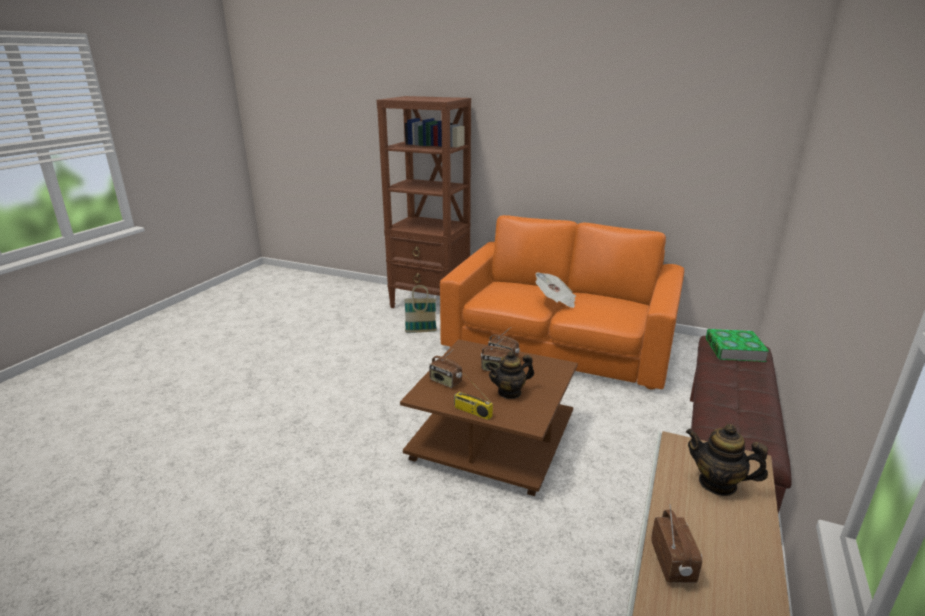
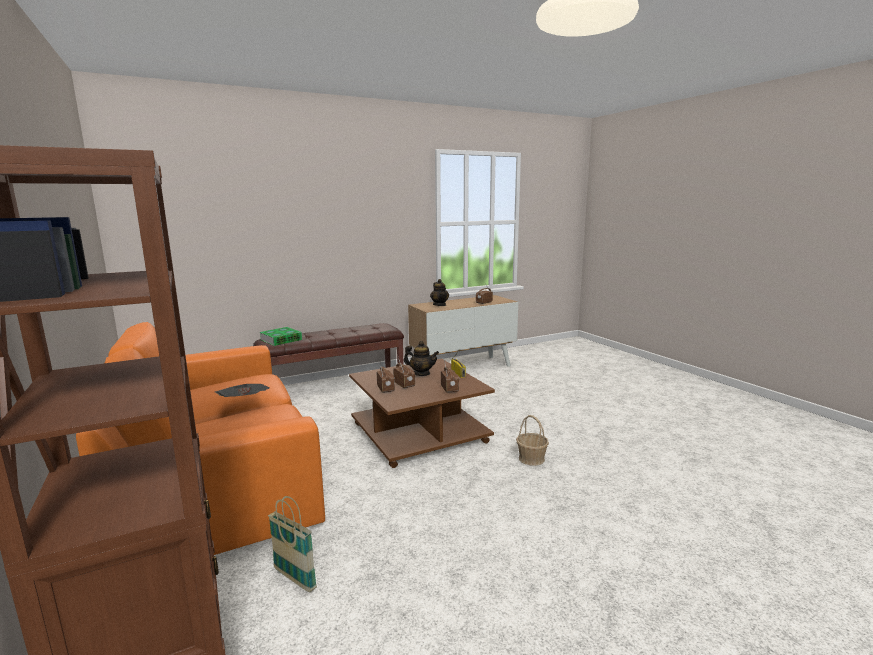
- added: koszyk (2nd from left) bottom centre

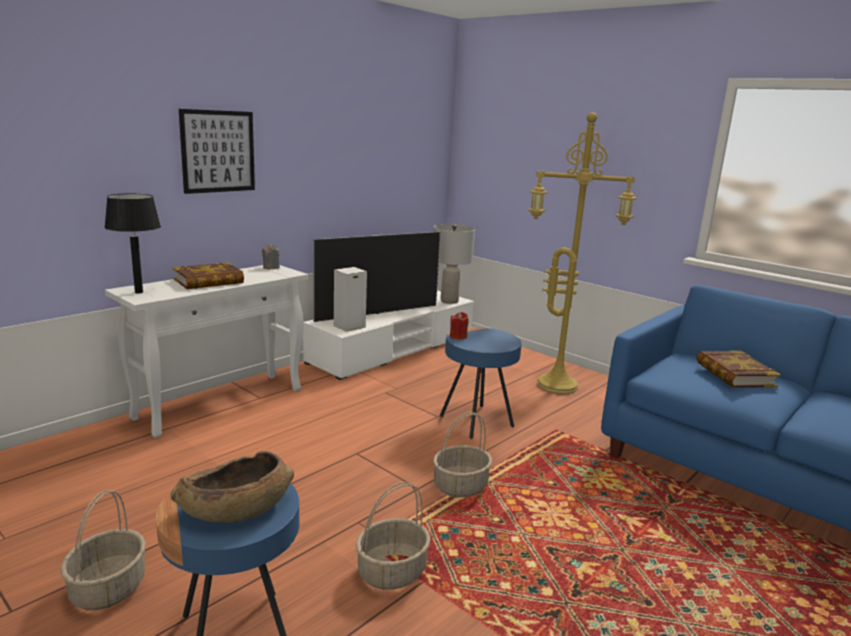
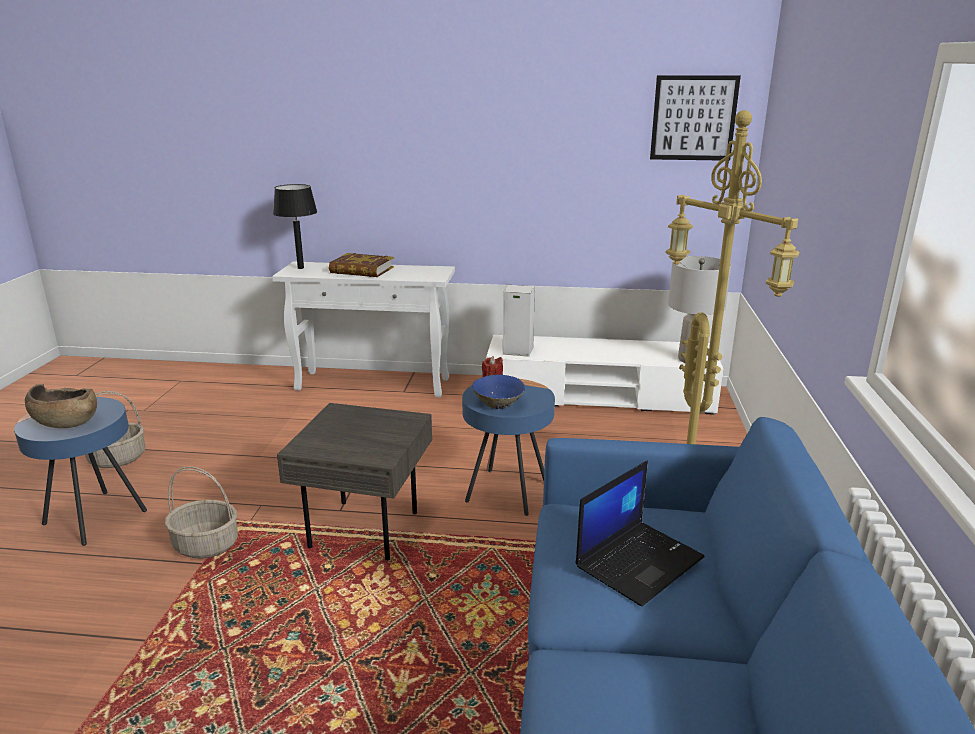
- replaced: koszyk (3rd from left) bottom centre to stolik (szary) centre
- added: miska (niebieski) centre
- replaced: książka (2nd from left) middle right to laptop bottom centre
- moved: obraz top left to top right
- removed: świeca (szary) middle left
- removed: telewizor centre

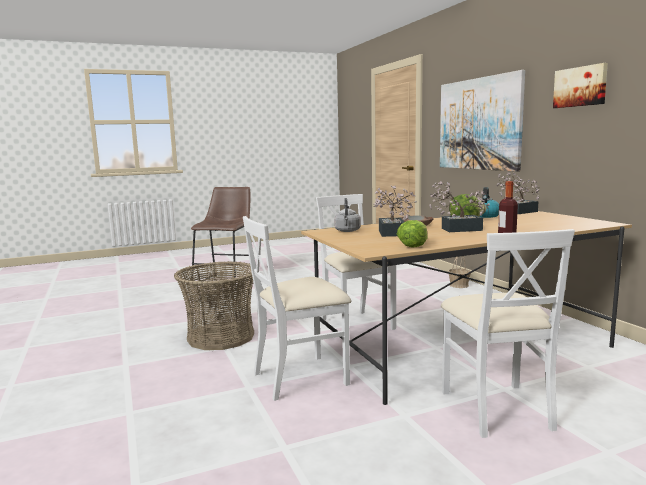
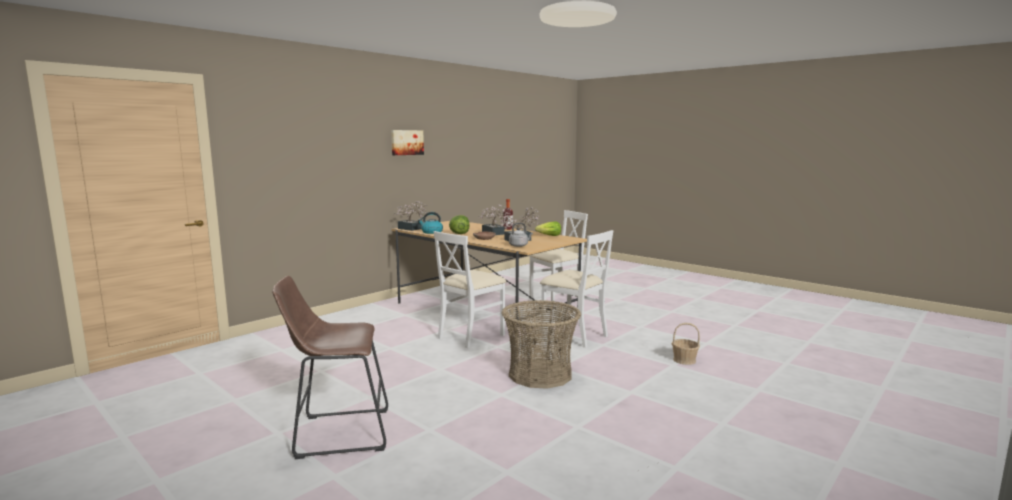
- moved: koszyk (2nd from left) middle right to bottom right
- removed: obraz (1st from left) top right

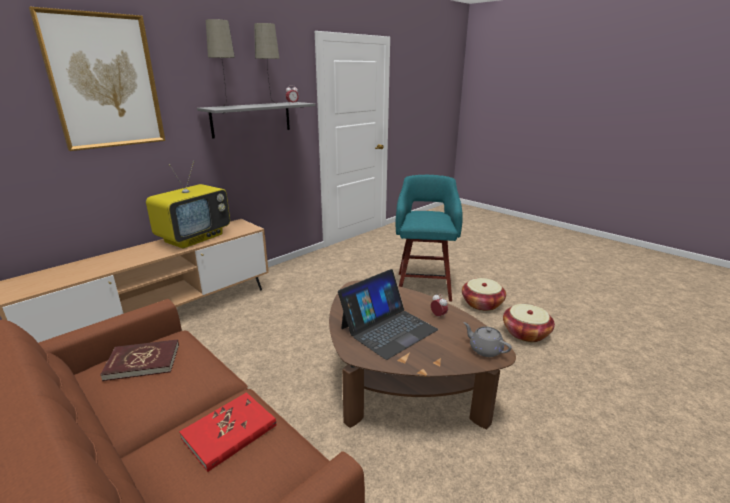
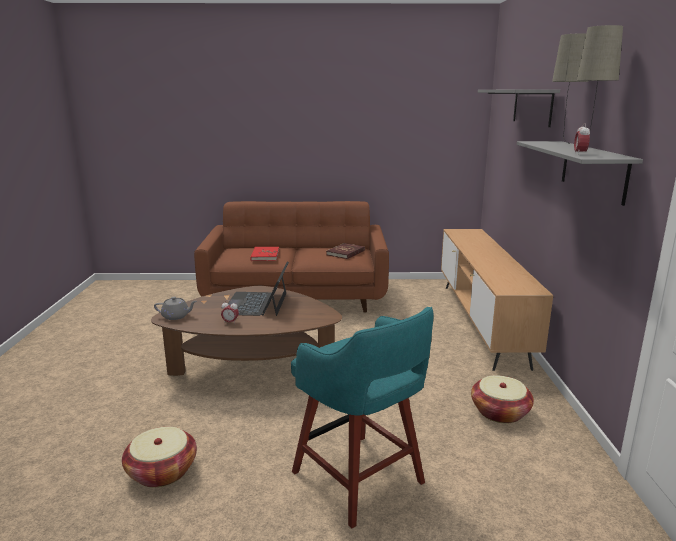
- moved: koszyk (1st from left in the first image) centre to koszyk (2nd from left) bottom right
- replaced: obraz top left to półka (szary) (1st from left) top right
- removed: telewizor middle left

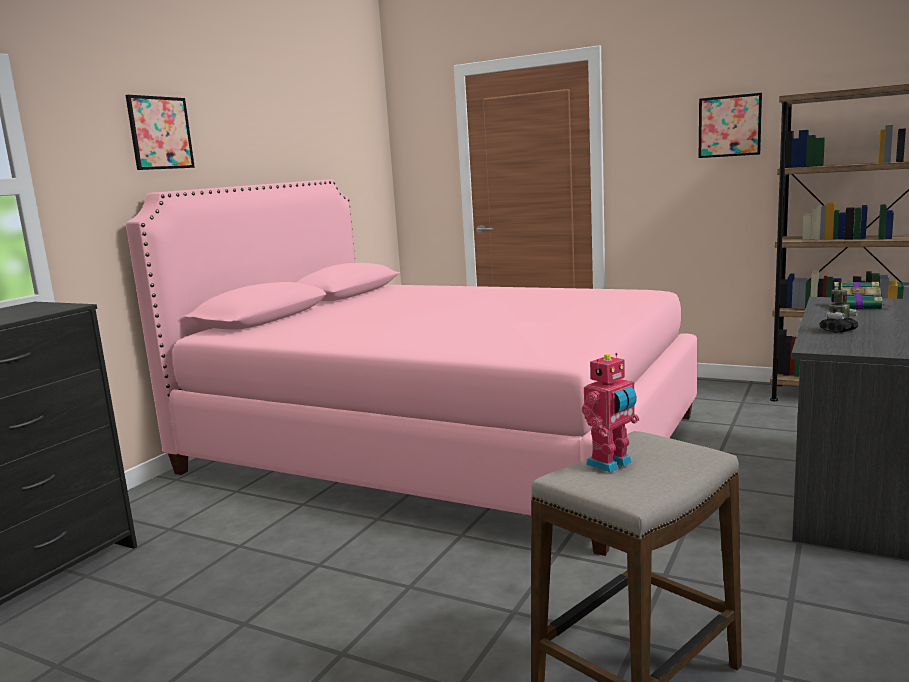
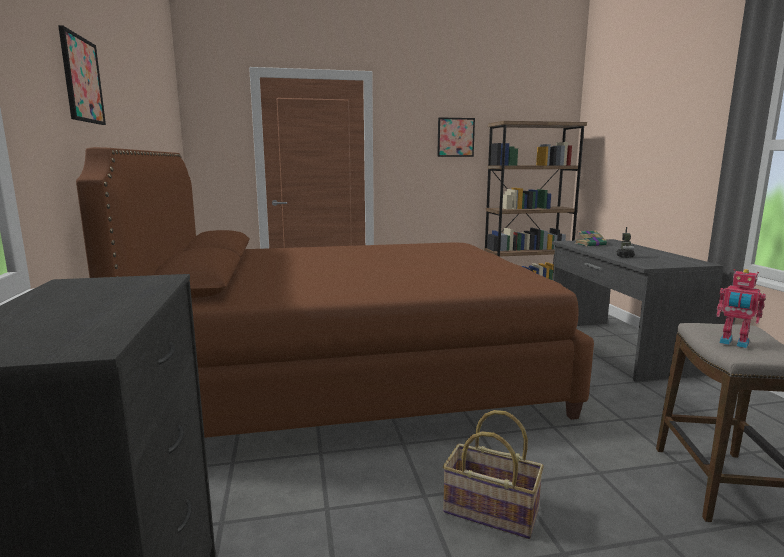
- recoloured: łóżko (różowy) centre to łóżko (brązowy) centre
- added: koszyk bottom centre
- turned: robot zabawkowy (1st from left in the first image) middle right = middle right 120 degrees clockwise

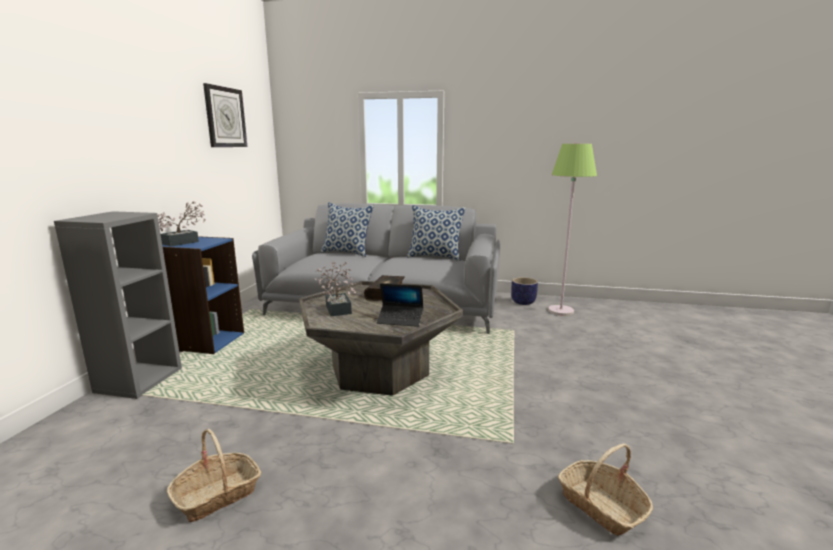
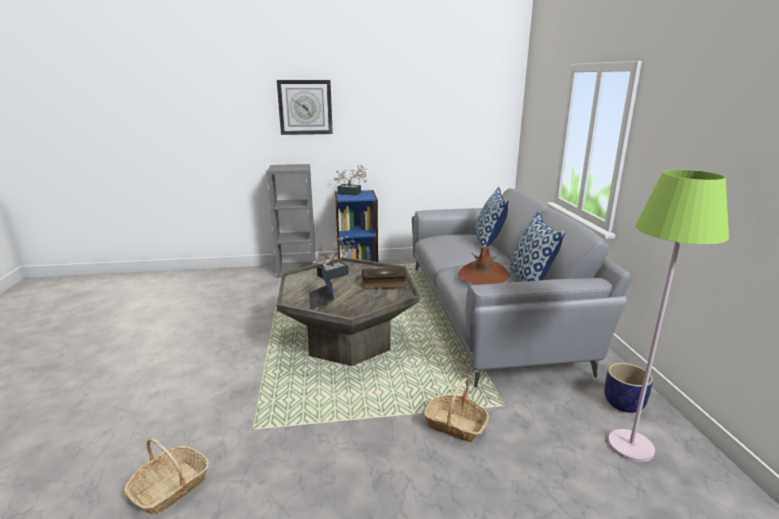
- moved: zegar ścienny top left to top centre
- moved: koszyk (1st from left in the first image) bottom left to koszyk (2nd from left) bottom centre
- added: kapelusz (brązowy) centre

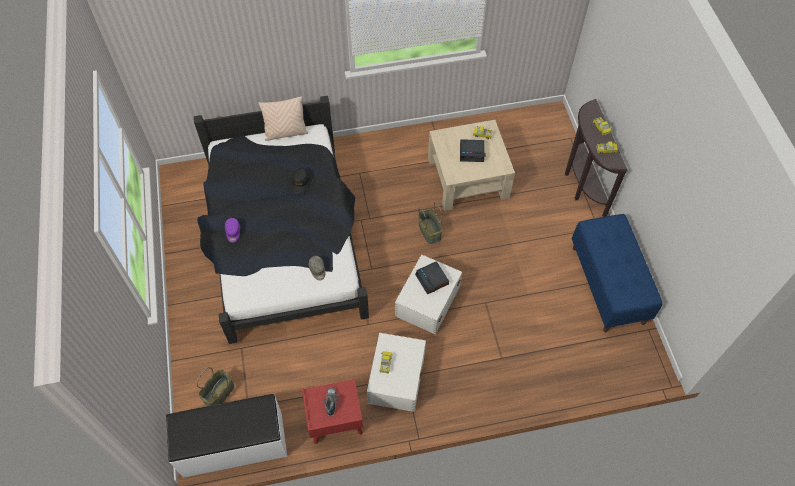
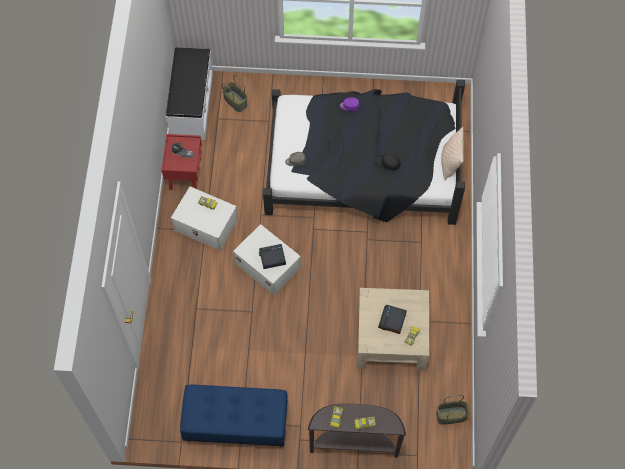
- moved: koszyk (2nd from left) centre to bottom right

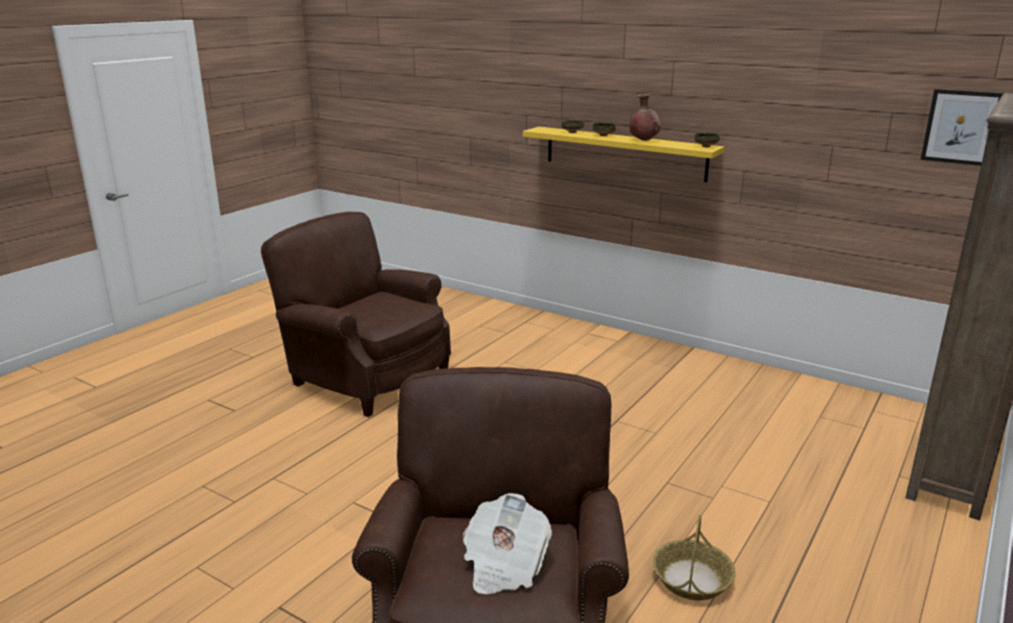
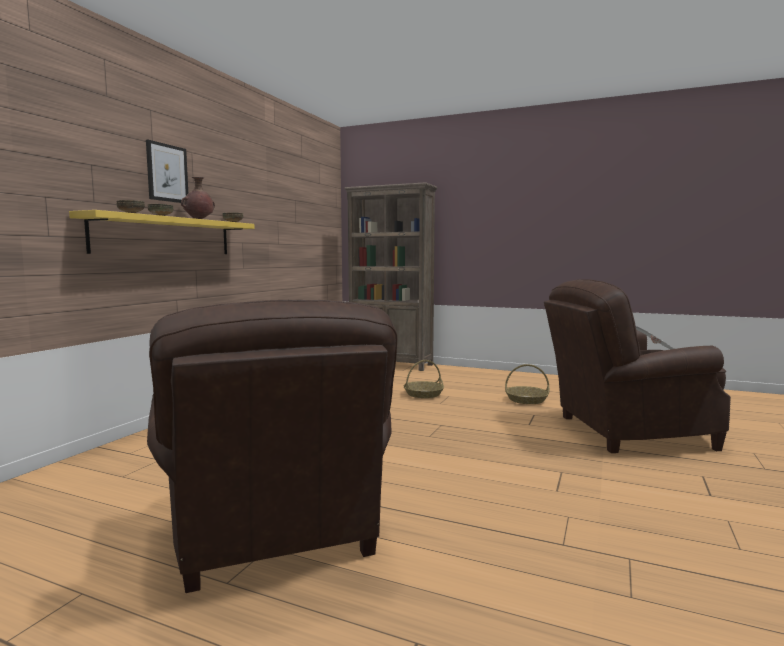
- moved: obraz top right to top left
- turned: fotel (brązowy) (1st from left) centre = bottom centre 45 degrees counterclockwise
- added: koszyk (1st from left) centre

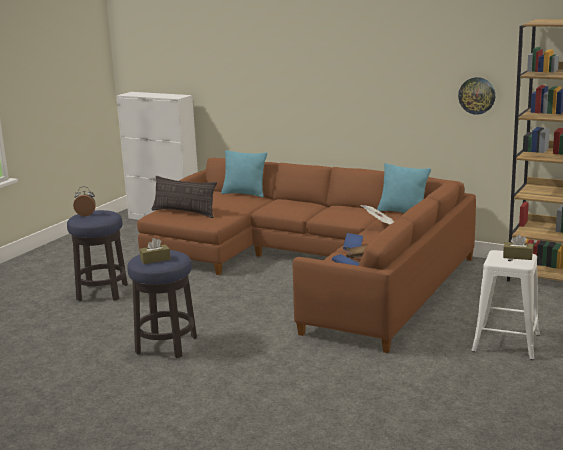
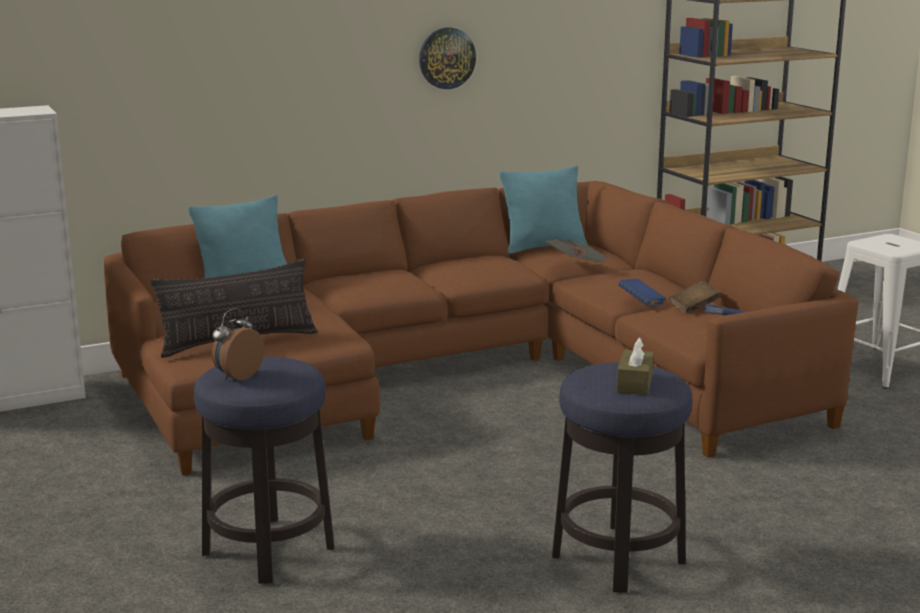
- moved: zegar ścienny top right to top centre
- removed: pudełko chusteczek (brązowy) (2nd from left) middle right

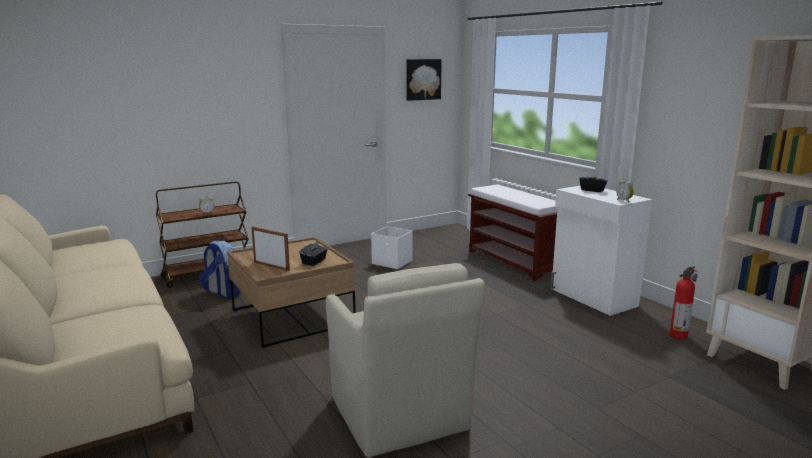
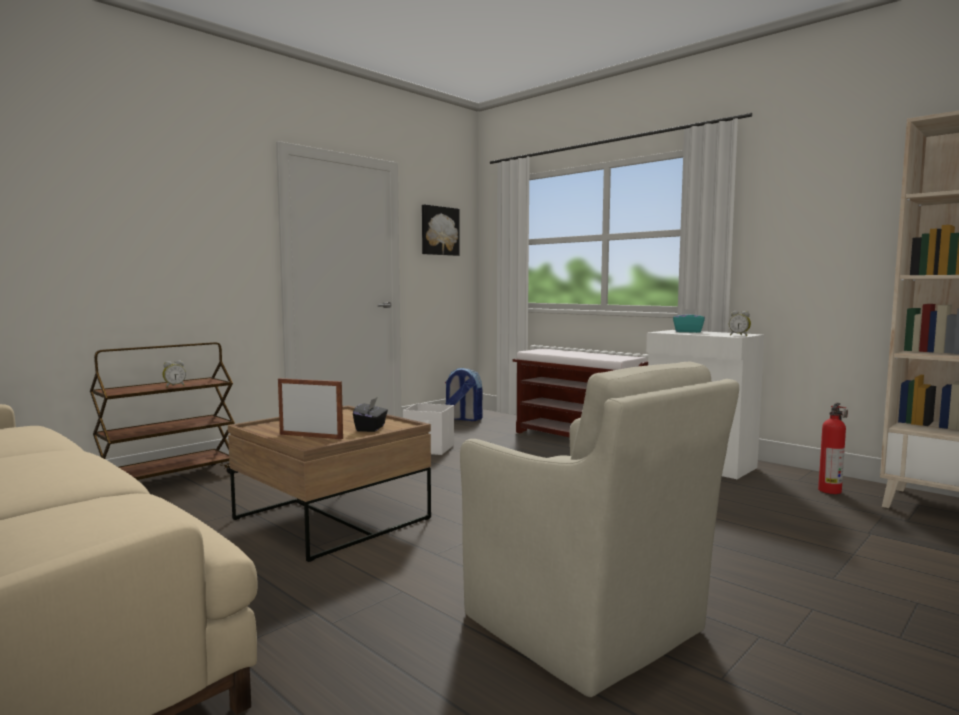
- moved: plecak middle left to centre
- recoloured: pudełko chusteczek (czarny) (2nd from left) middle right to pudełko chusteczek (turkusowy) middle right

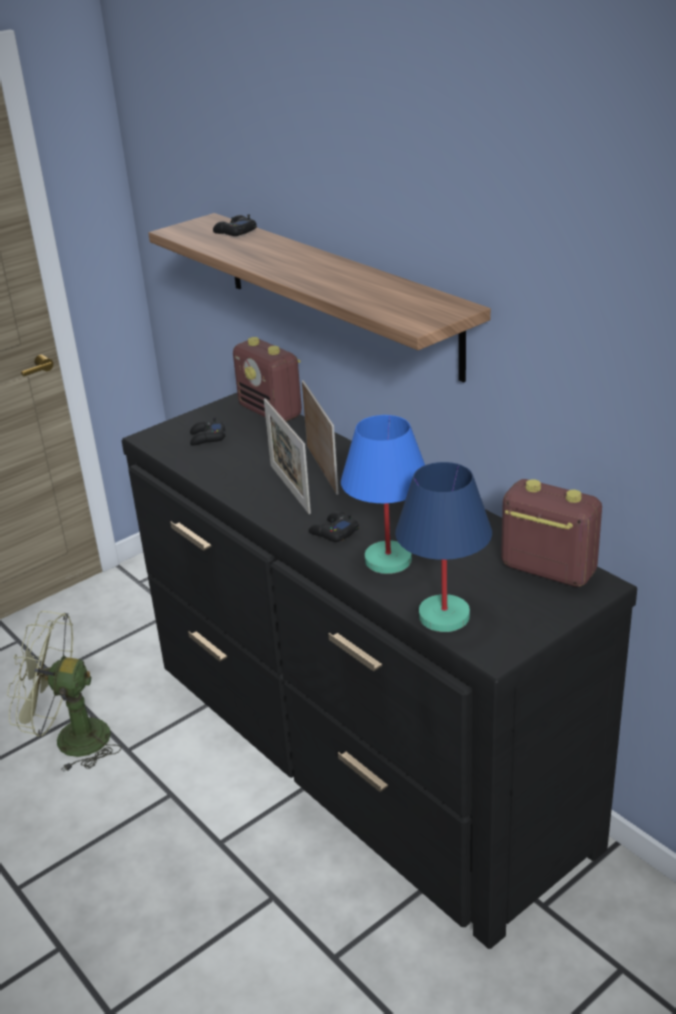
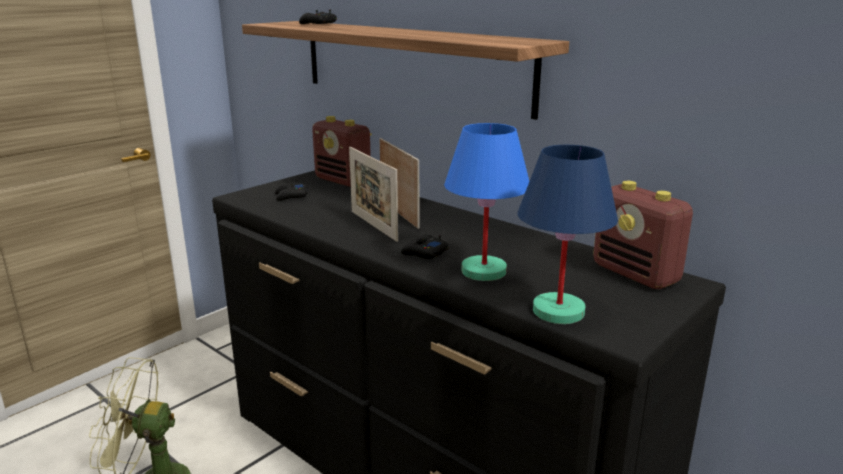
- turned: radio (2nd from left) middle right = middle right 150 degrees counterclockwise

